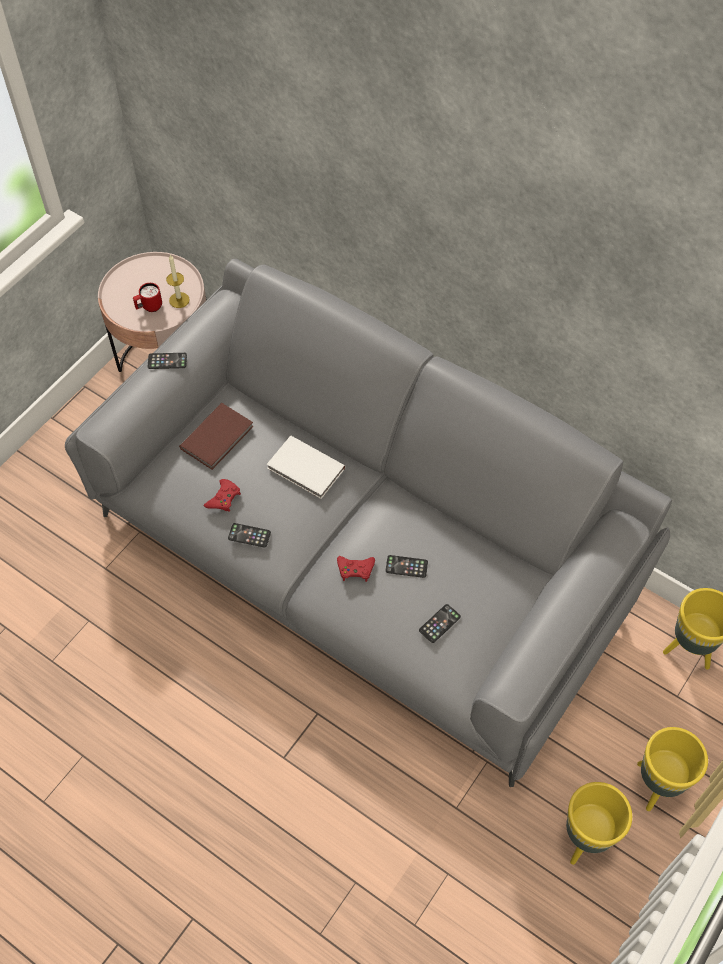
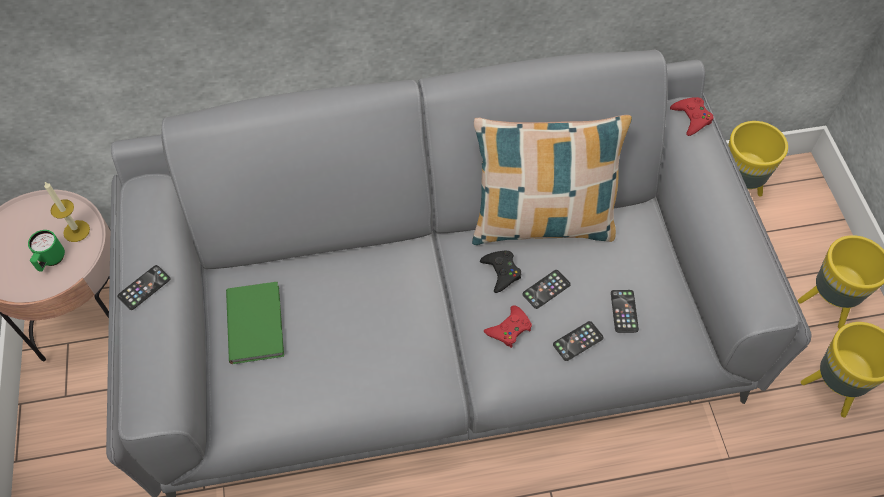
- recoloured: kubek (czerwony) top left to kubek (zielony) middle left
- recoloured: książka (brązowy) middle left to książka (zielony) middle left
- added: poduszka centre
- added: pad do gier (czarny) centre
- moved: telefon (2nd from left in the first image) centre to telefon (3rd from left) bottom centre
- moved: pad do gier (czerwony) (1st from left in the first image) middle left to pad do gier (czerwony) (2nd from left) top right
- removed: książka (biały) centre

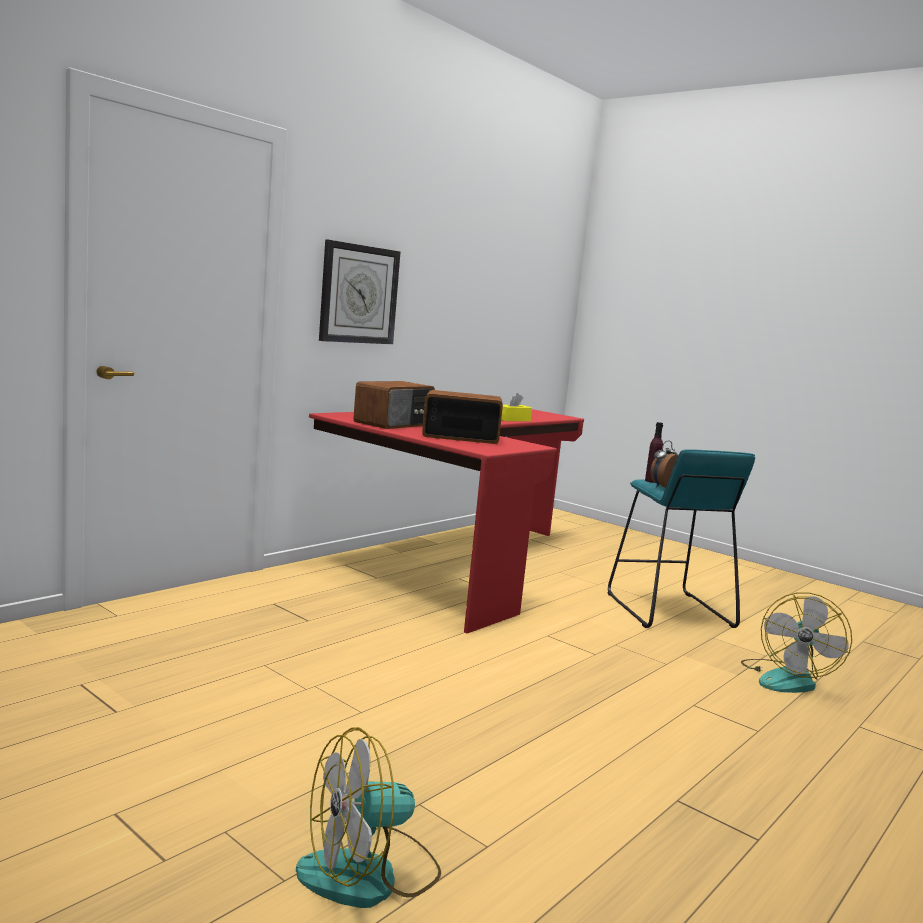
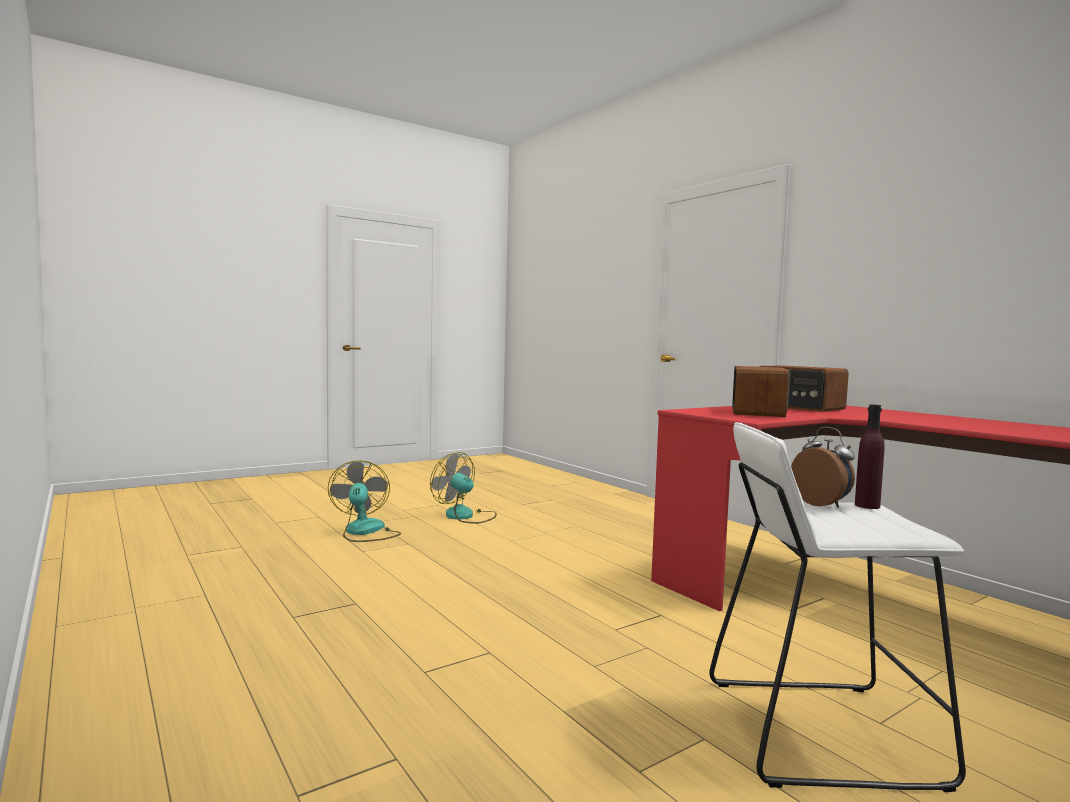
- moved: wentylator (2nd from left) bottom right to centre
- recoloured: stołek (turkusowy) middle right to stołek (biały) bottom right
- removed: zegar ścienny top centre
- removed: pudełko chusteczek (żółty) centre

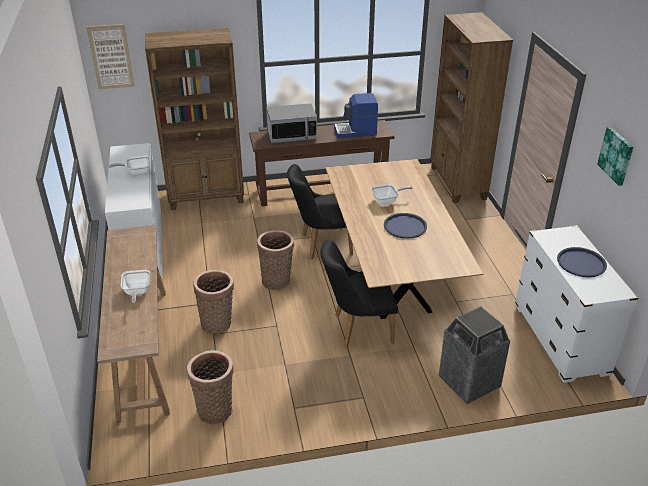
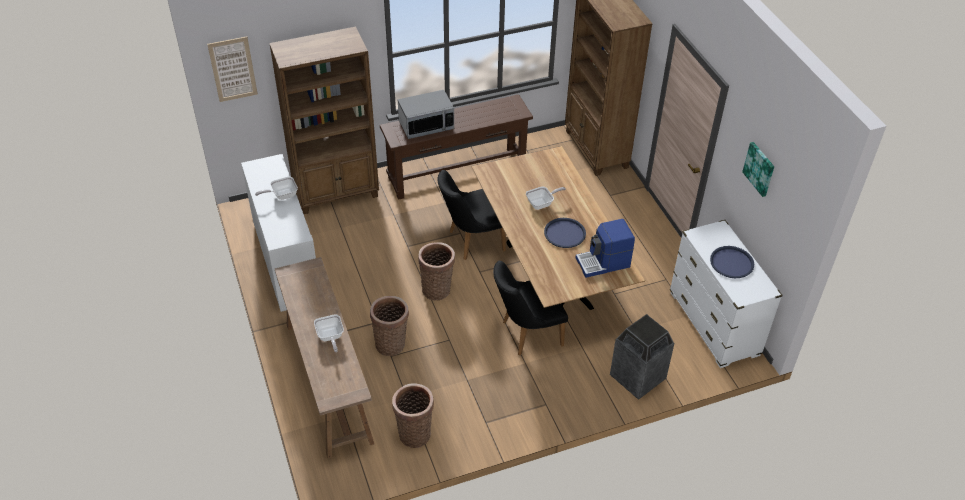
- moved: ekspres do kawy top centre to centre

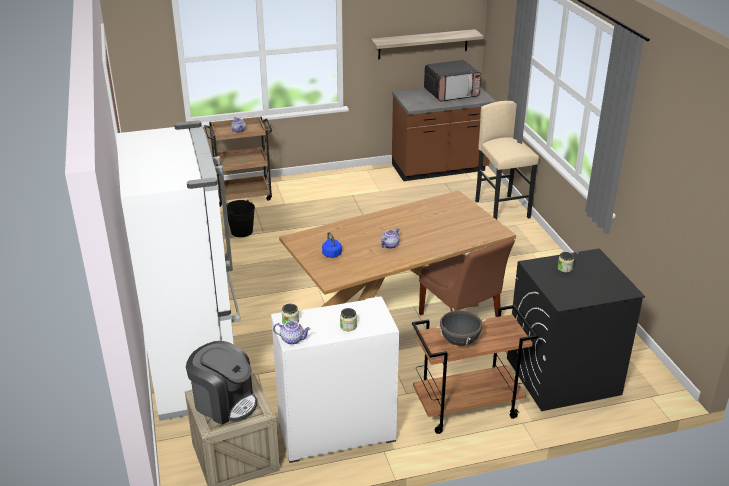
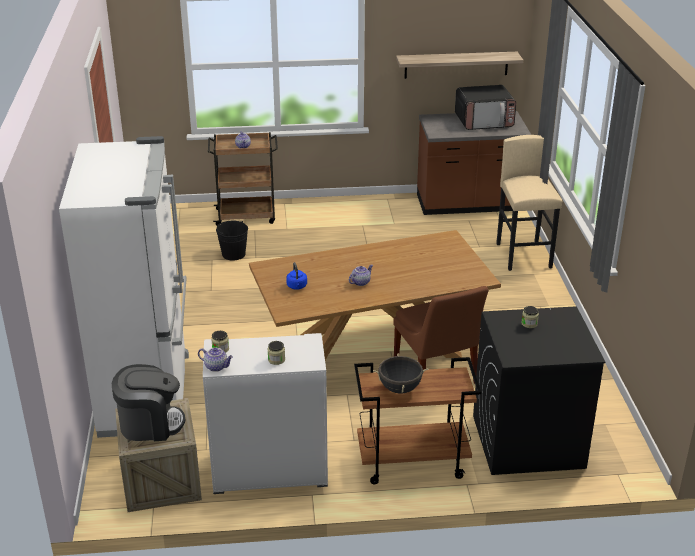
- turned: ekspres do kawy bottom left = bottom left 45 degrees counterclockwise

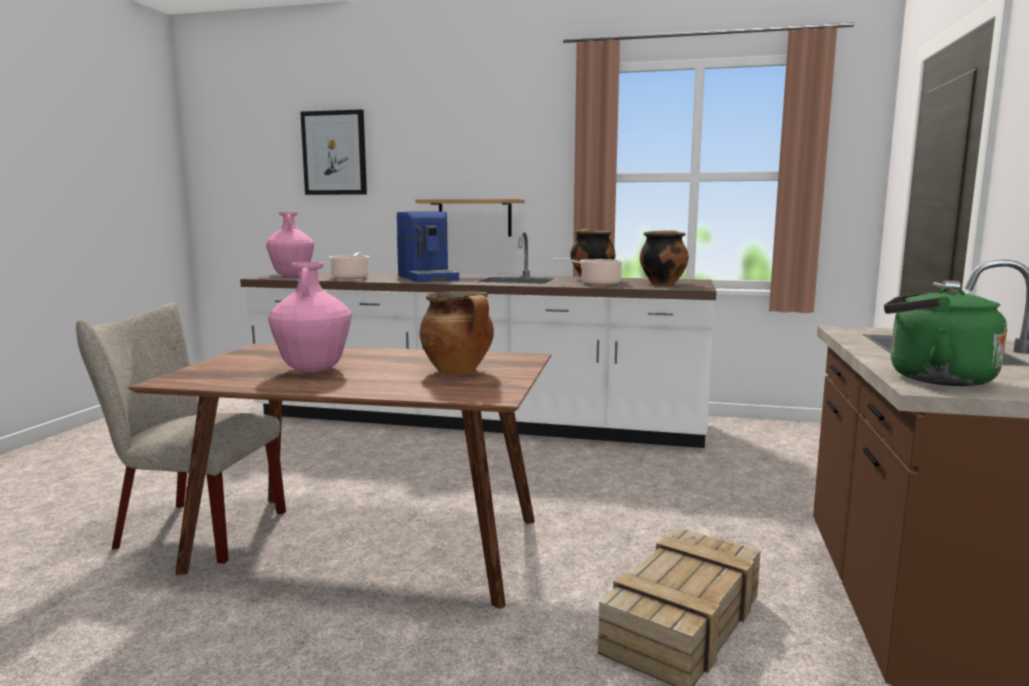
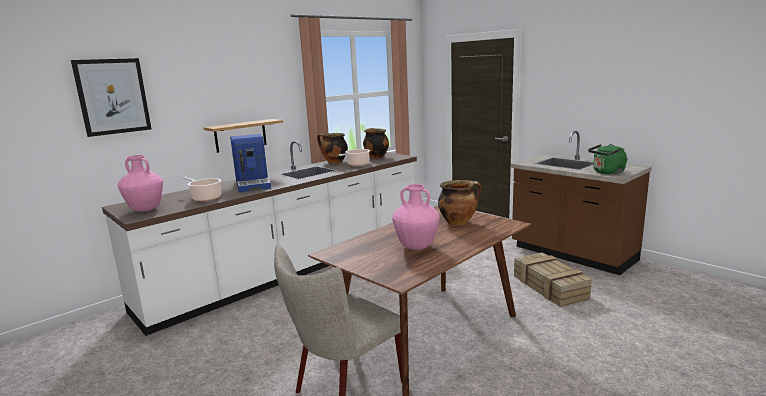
- turned: ekspres do kawy centre = middle left 60 degrees clockwise

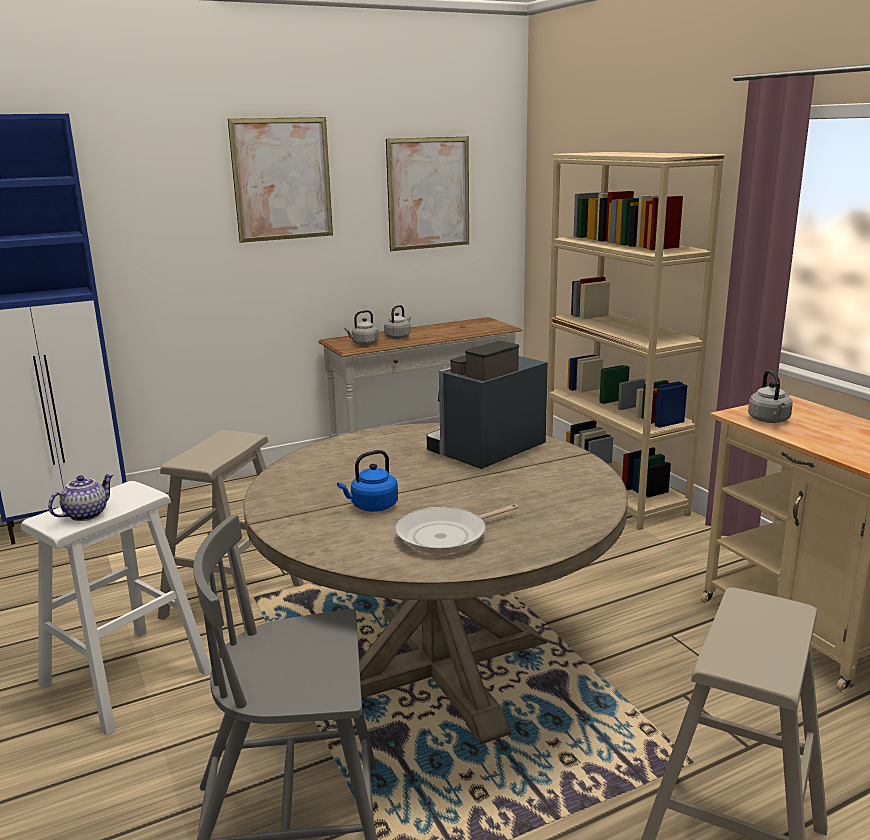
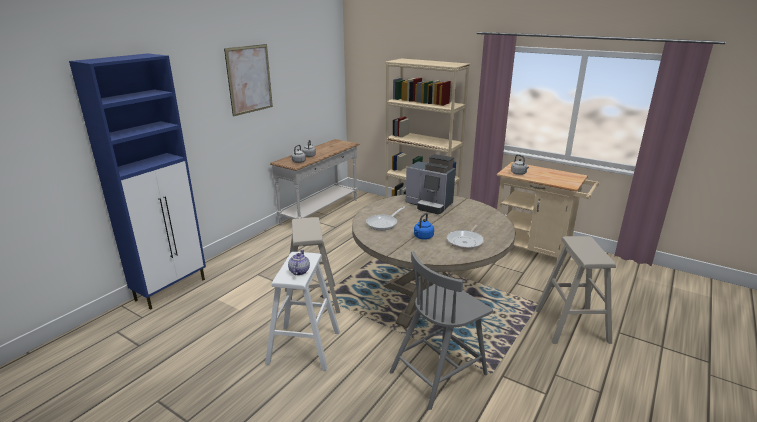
- added: patelnia (1st from left) centre
- turned: ekspres do kawy centre = centre 75 degrees counterclockwise
- removed: obraz (2nd from left) top centre

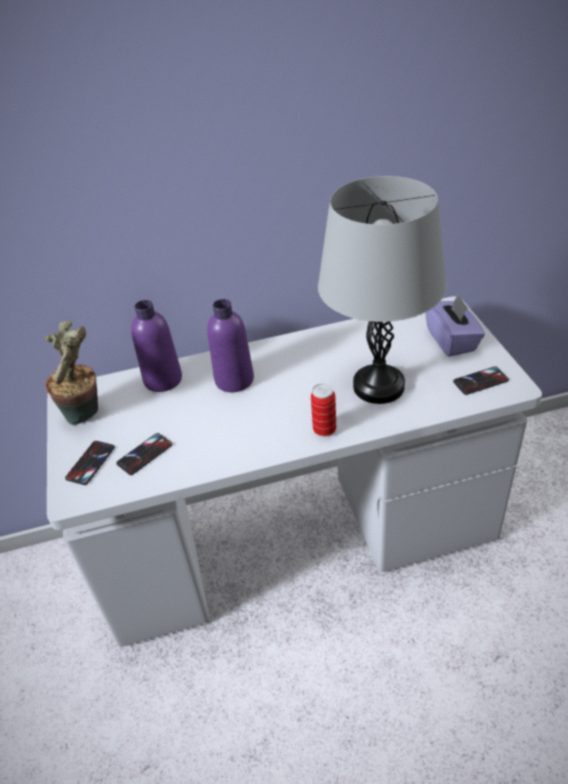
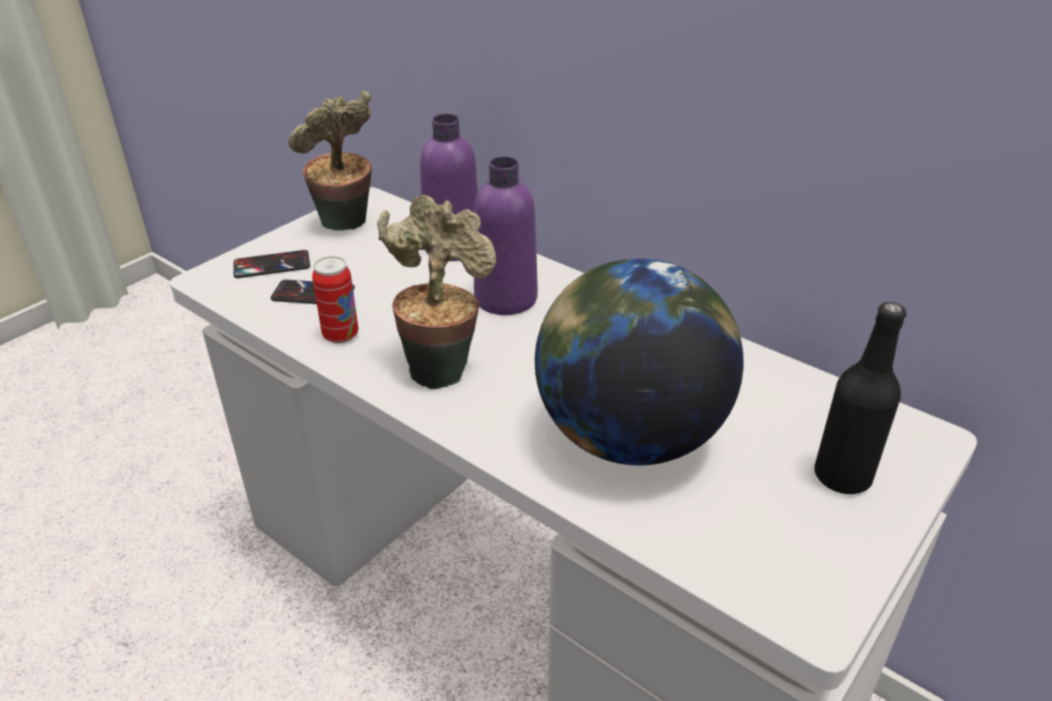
- moved: puszka centre to middle left
- added: roślina doniczkowa (2nd from left) centre
- replaced: lampa stołowa (szary) middle right to globus centre
- replaced: pudełko chusteczek (fioletowy) middle right to butelka (czarny) middle right
- removed: telefon (3rd from left) middle right

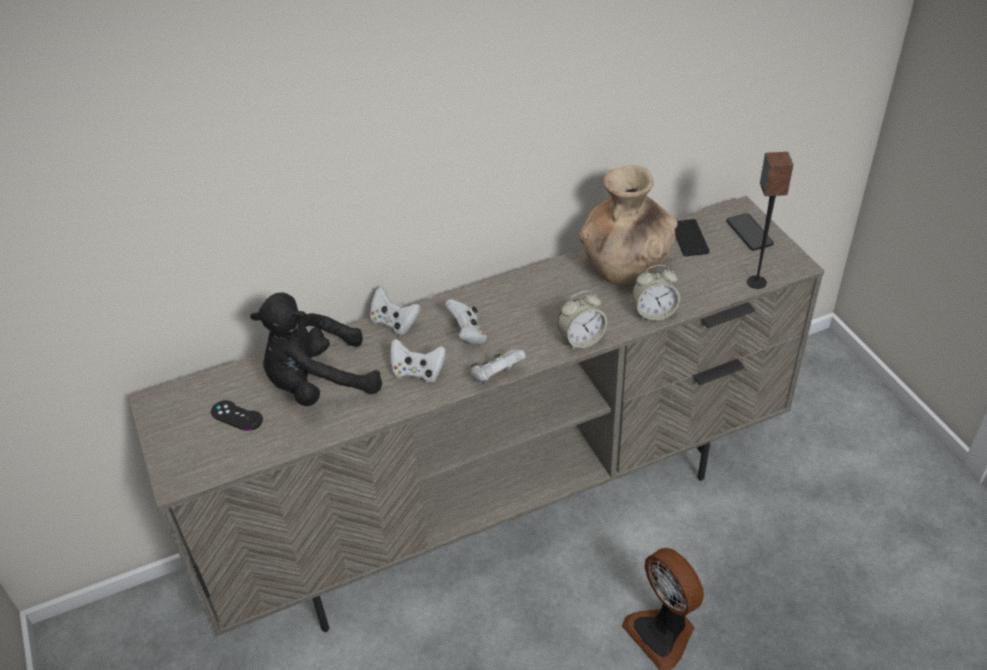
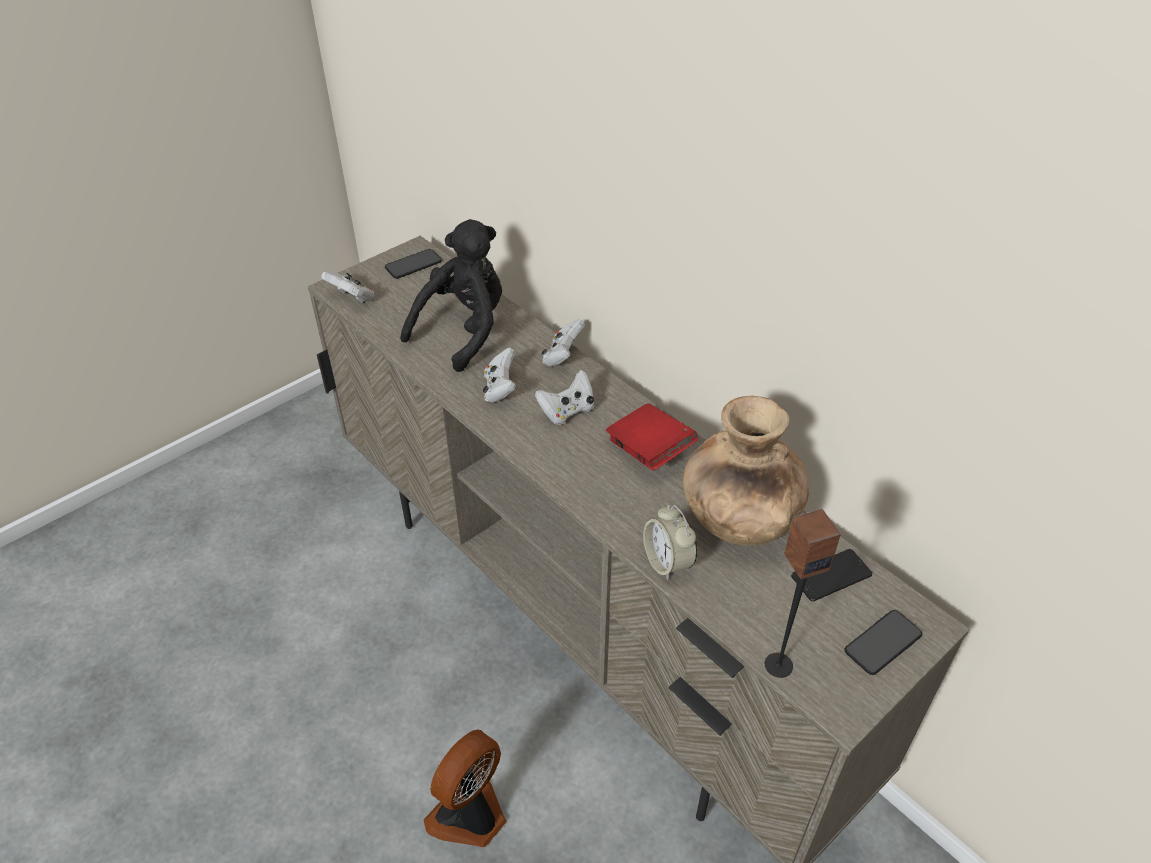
- moved: pad do gier (biały) (4th from left in the first image) centre to pad do gier (biały) (1st from left) top left
- added: telefon (1st from left) top centre
- turned: pluszak (czarny) middle left = centre 75 degrees clockwise
- added: książka (czerwony) centre
- removed: pad do gier (czarny) middle left
- removed: budzik (1st from left) centre

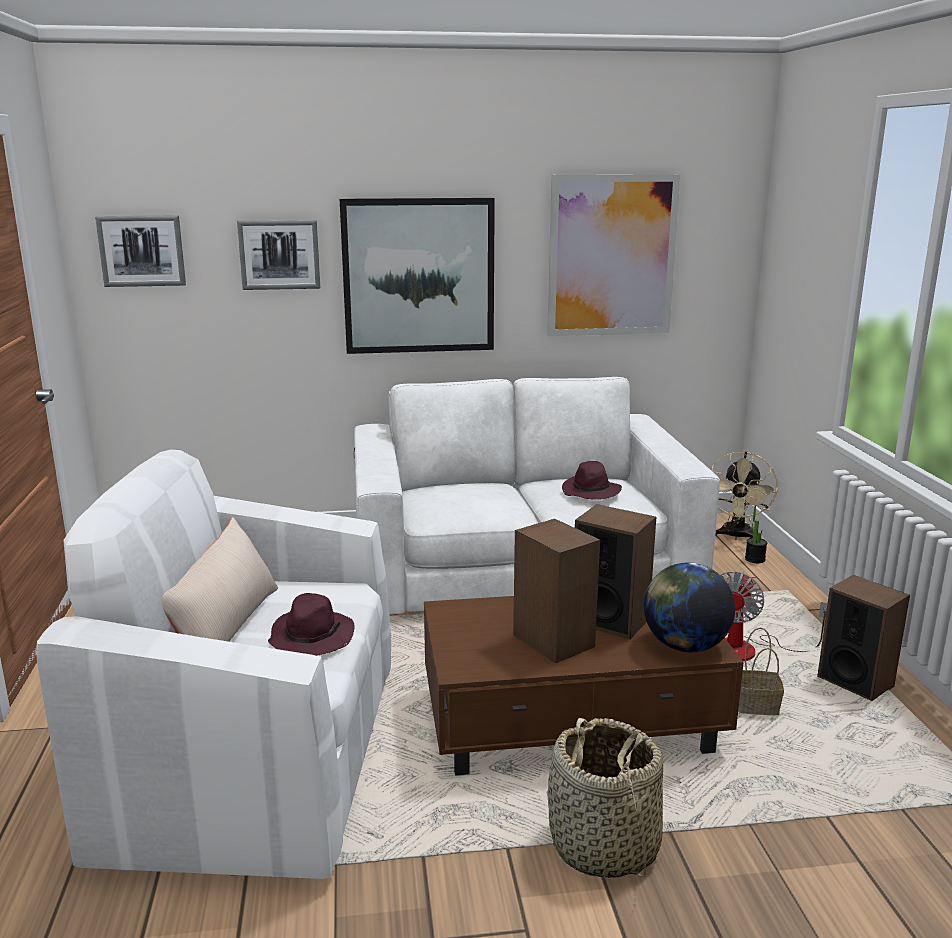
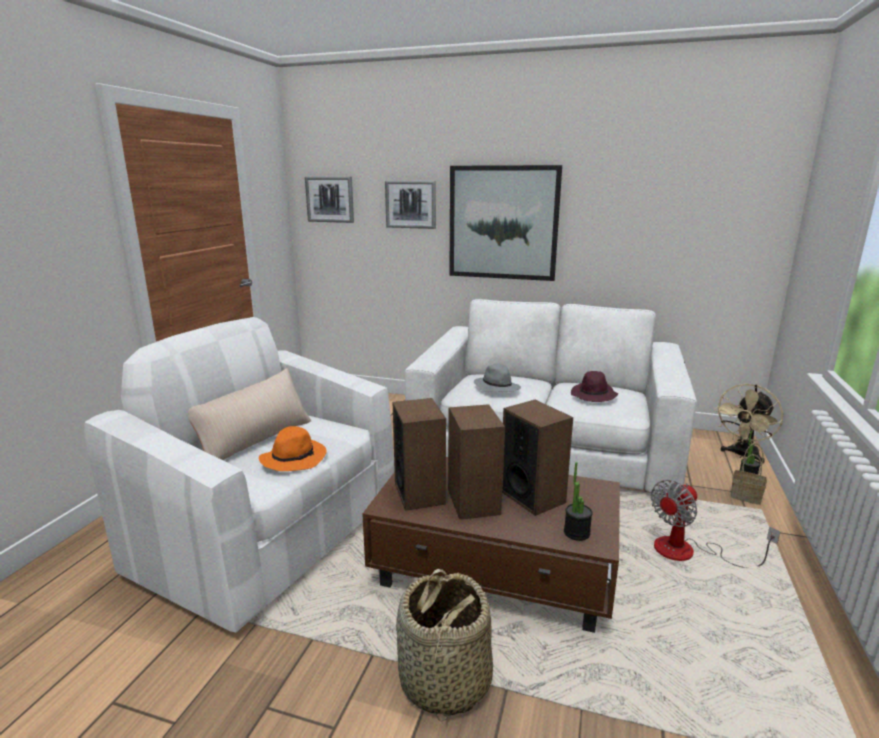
- recoloured: kapelusz (fioletowy) (1st from left) middle left to kapelusz (pomarańczowy) middle left
- moved: głośnik (3rd from left in the first image) bottom right to głośnik (1st from left) centre
- added: kapelusz (szary) centre
- replaced: globus middle right to roślina doniczkowa (1st from left) bottom centre
- moved: koszyk (2nd from left) bottom right to middle right
- removed: obraz (4th from left) top centre

